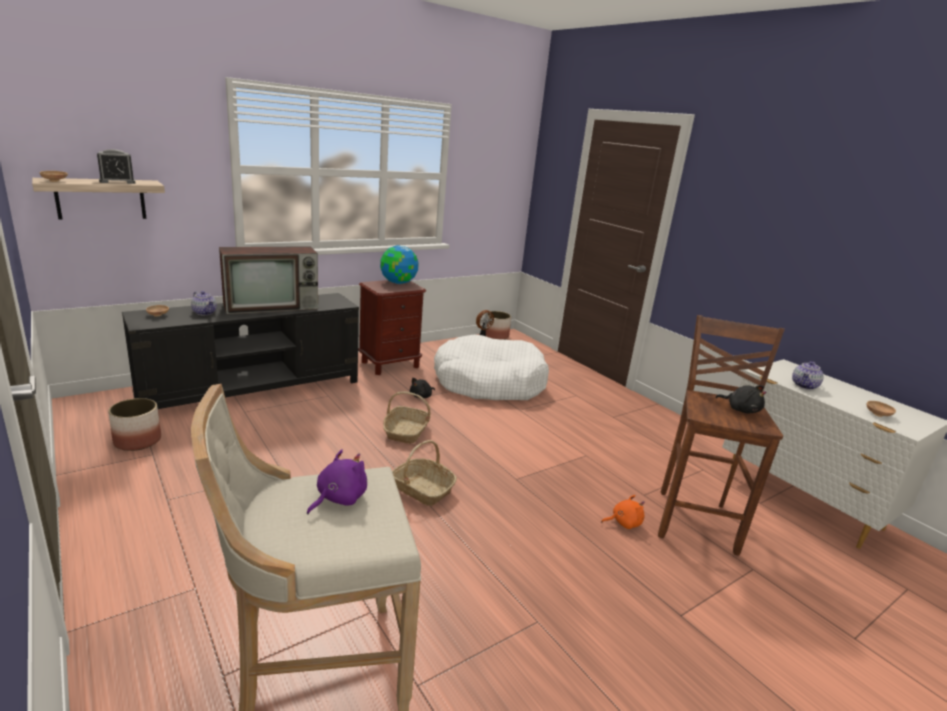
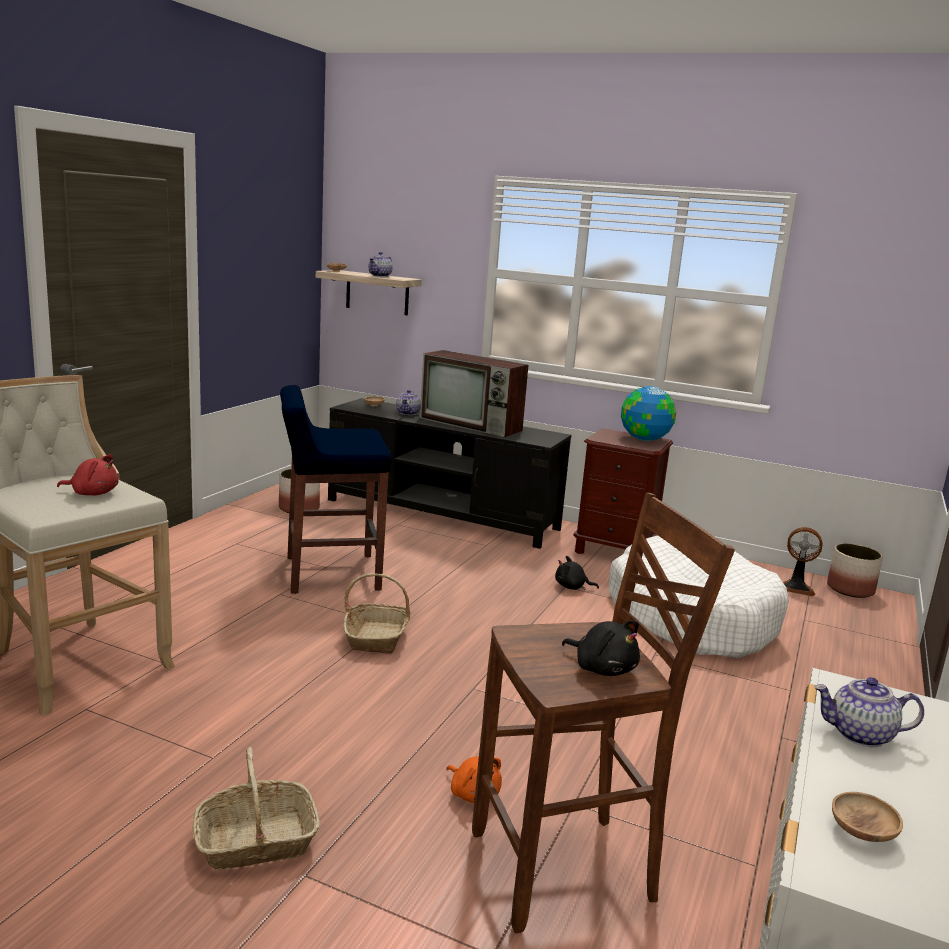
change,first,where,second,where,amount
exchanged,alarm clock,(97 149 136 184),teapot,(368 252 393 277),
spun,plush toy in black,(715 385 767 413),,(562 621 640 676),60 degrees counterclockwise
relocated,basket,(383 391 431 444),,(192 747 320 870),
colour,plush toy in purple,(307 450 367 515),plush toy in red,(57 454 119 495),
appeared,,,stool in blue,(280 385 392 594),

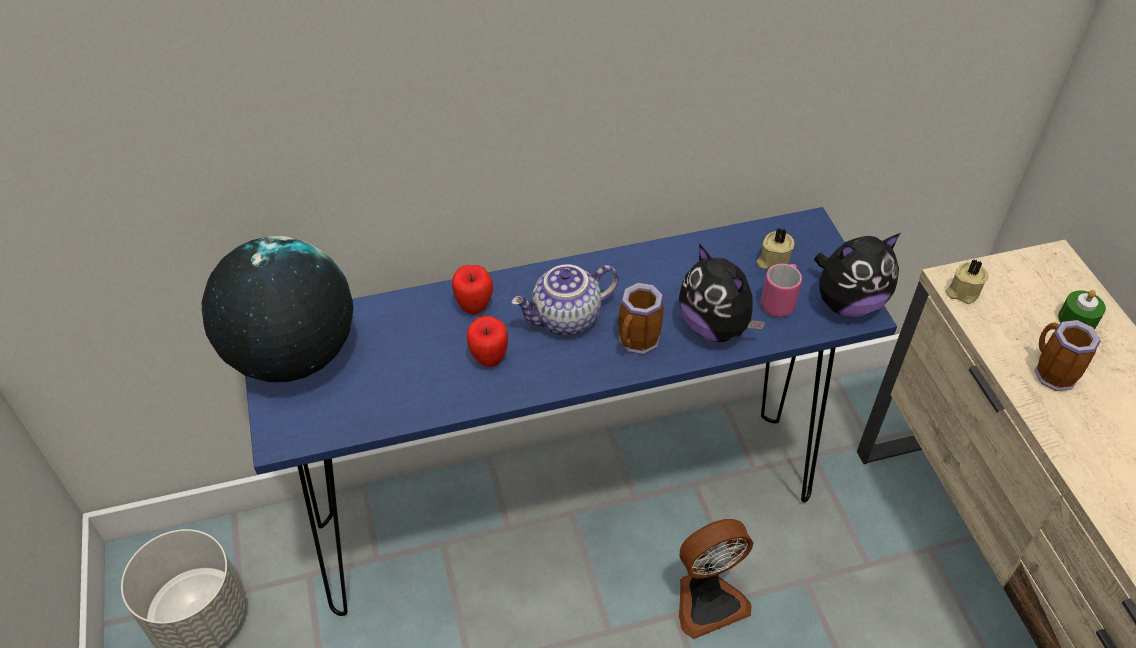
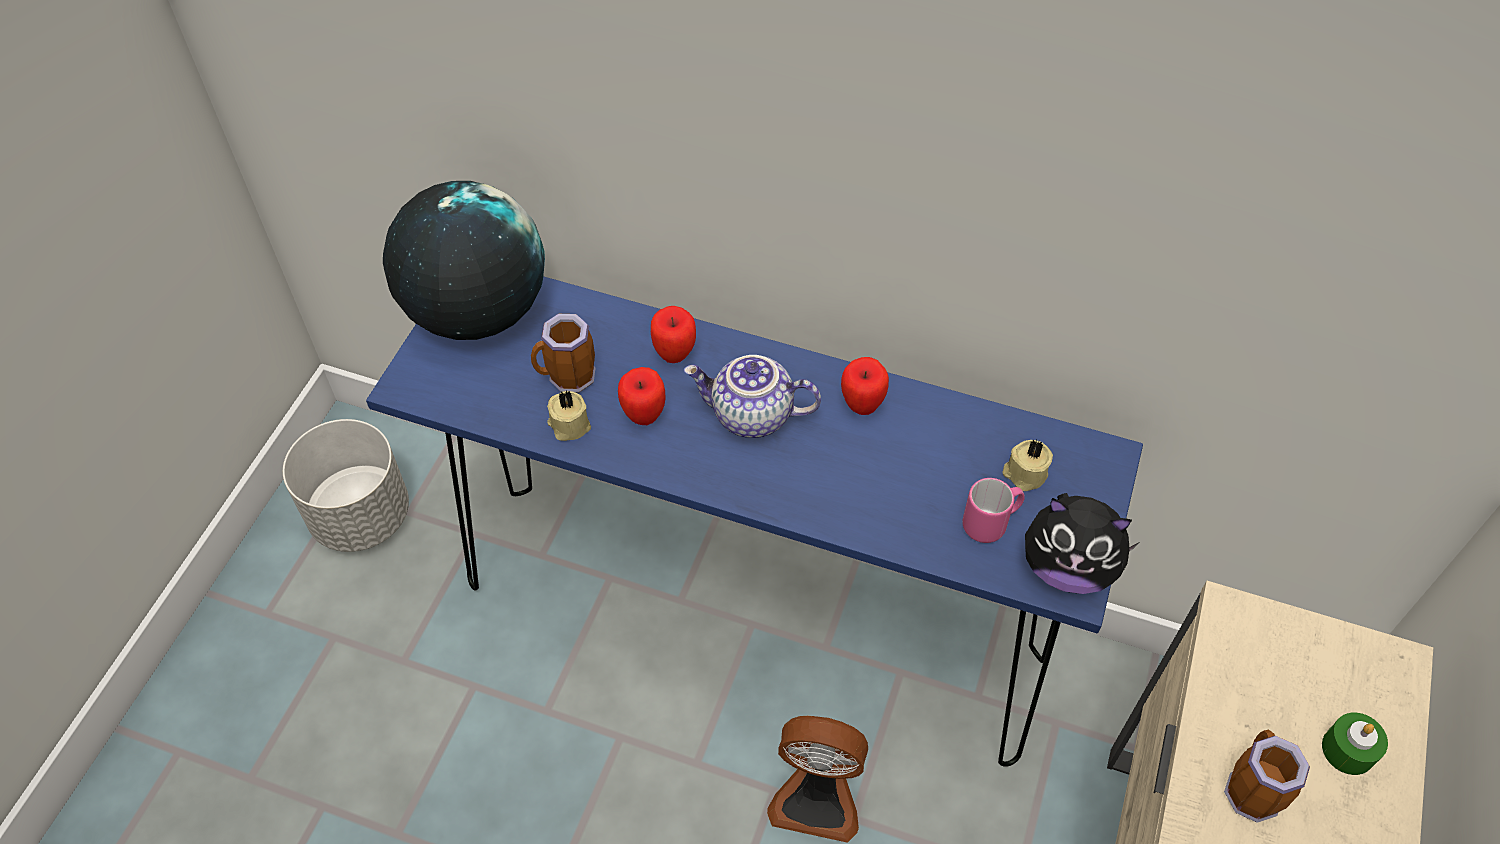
change,first,where,second,where,amount
missing,plush toy,(679 244 766 342),,,
relocated,candle in beige,(945 259 988 304),,(547 390 591 441),
relocated,mug,(618 283 664 355),,(531 314 596 393),
appeared,,,apple,(841 357 889 415),

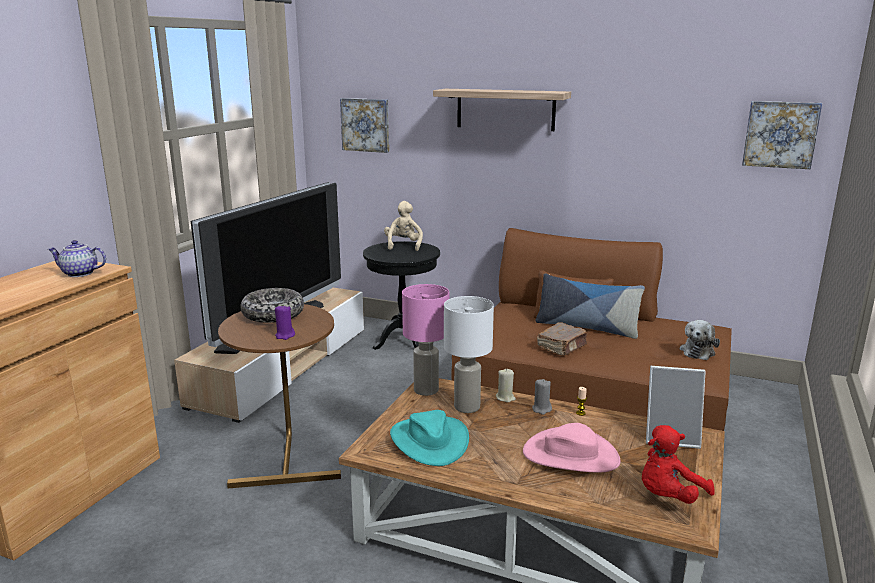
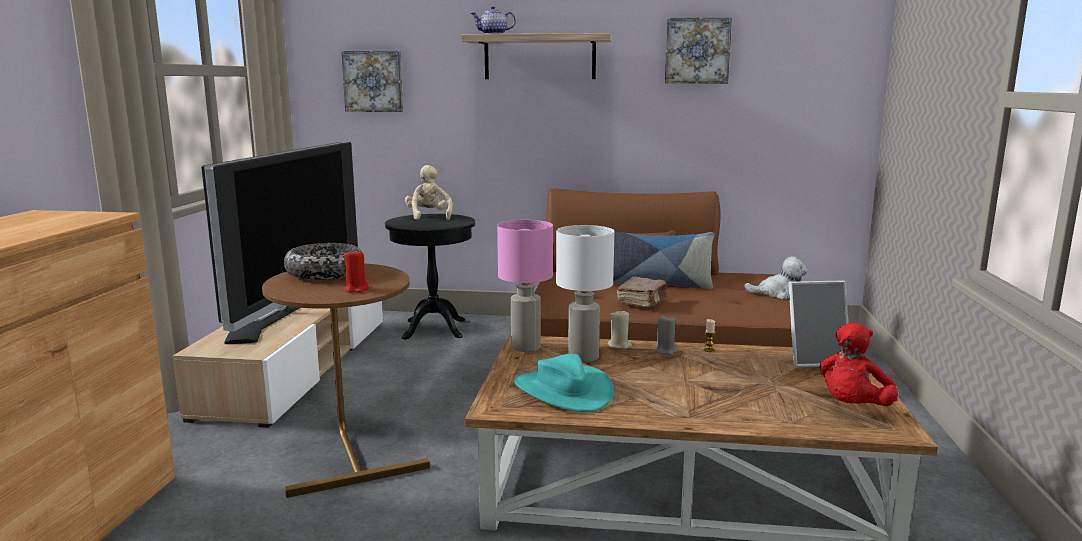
change,first,where,second,where,amount
relocated,picture,(742 101 822 169),,(665 17 732 84),
relocated,teapot,(48 240 106 277),,(470 6 516 34),
colour,candle in purple,(275 306 295 340),candle in red,(344 249 369 293),
spun,plush toy,(680 320 720 360),,(744 256 808 299),90 degrees counterclockwise
missing,hat in pink,(523 423 621 472),,,

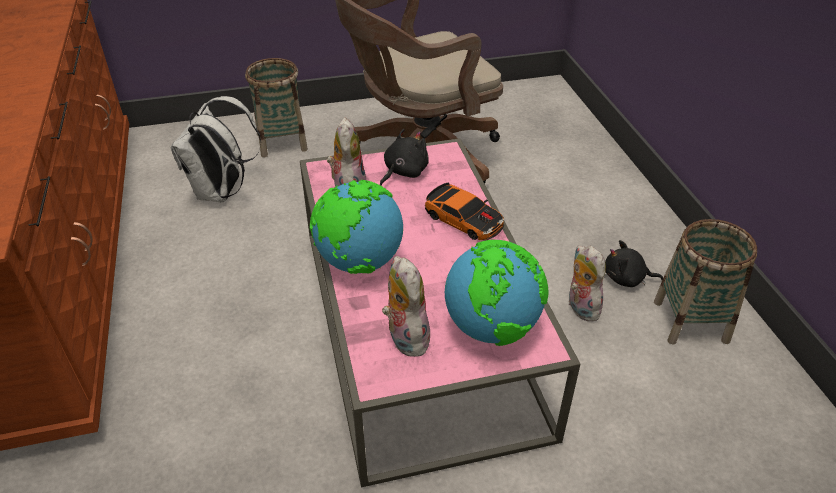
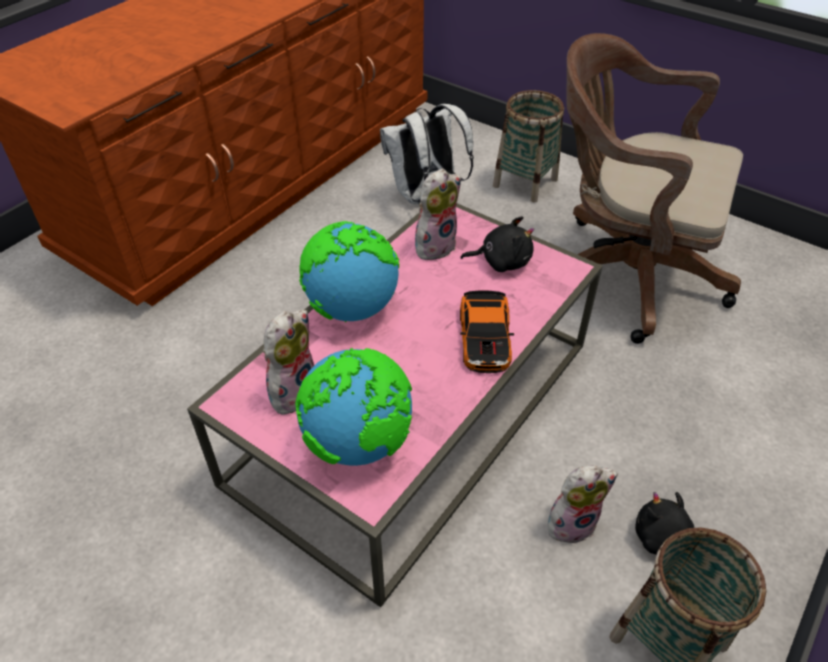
change,first,where,second,where,amount
spun,plush toy,(569 245 606 321),,(548 465 618 544),45 degrees clockwise

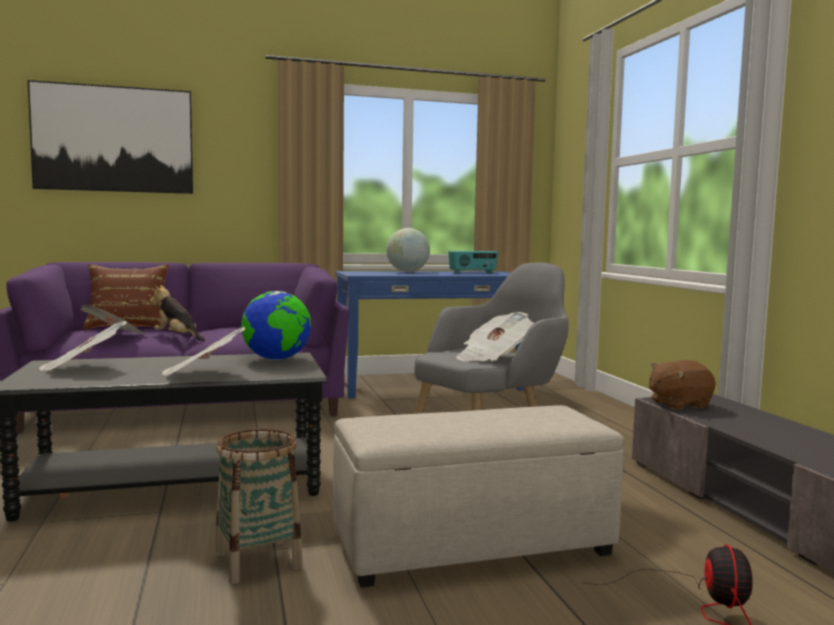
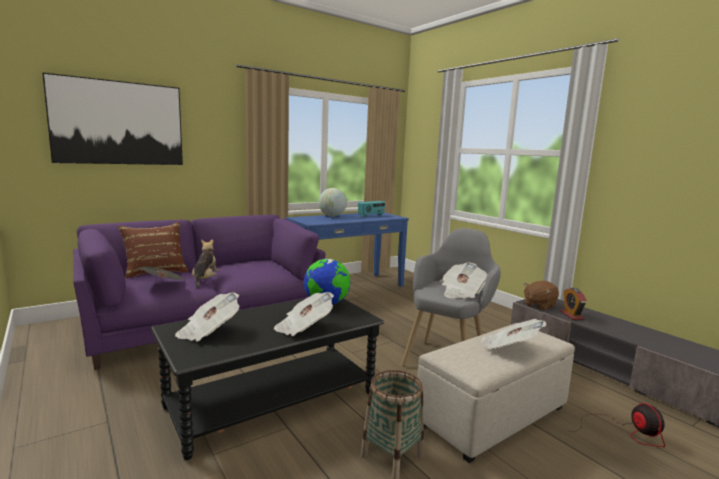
change,first,where,second,where,amount
spun,plush toy,(150 285 205 342),,(192 239 219 289),75 degrees clockwise
appeared,,,alarm clock,(560 288 587 320),
appeared,,,newspaper,(481 319 546 350),

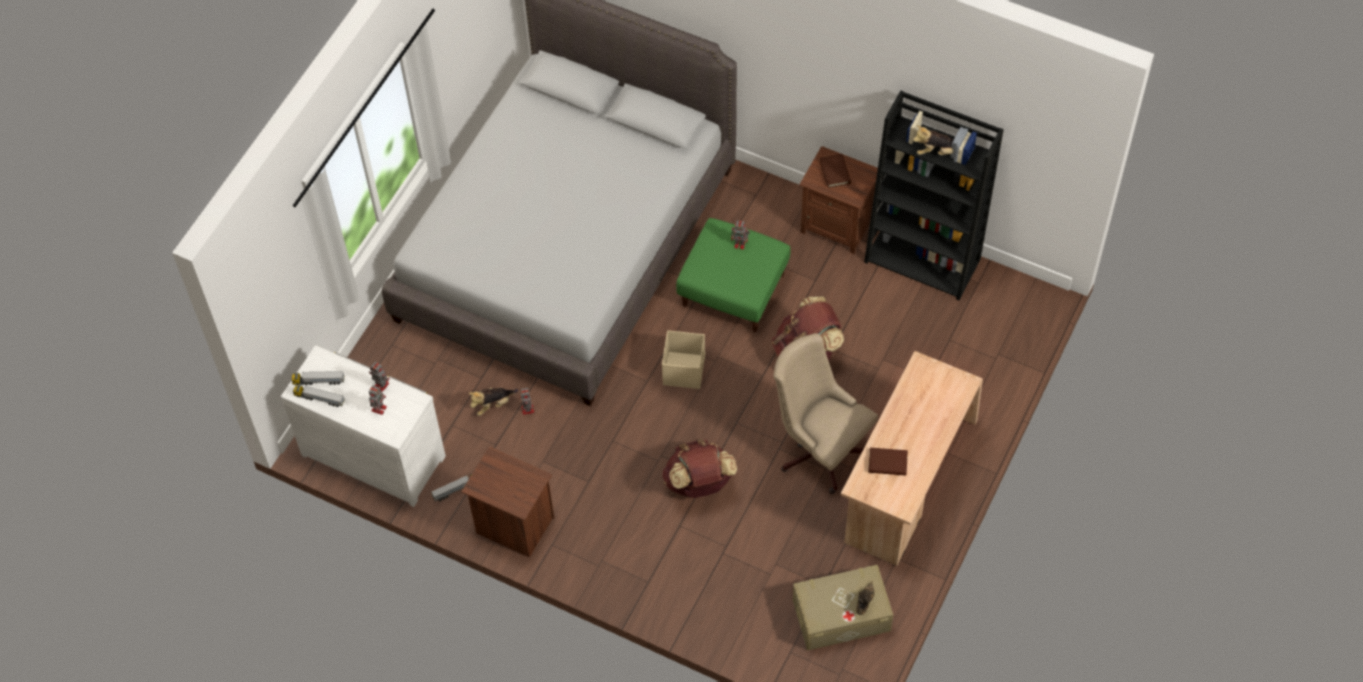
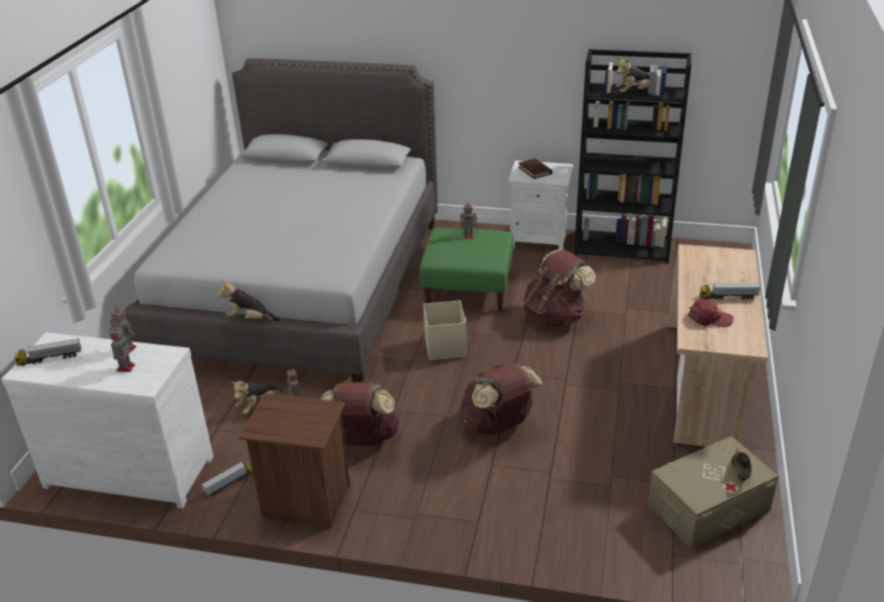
change,first,where,second,where,amount
colour,nightstand in brown,(799 146 878 254),nightstand in white,(508 160 573 250),
missing,office chair in beige,(773 333 878 494),,,
relocated,toy truck,(293 385 344 407),,(700 283 761 300),
exchanged,book in brown,(868 448 908 475),cap in red,(688 299 734 327),
appeared,,,plush toy,(217 279 280 321),
appeared,,,backpack in brown,(320 380 402 446),

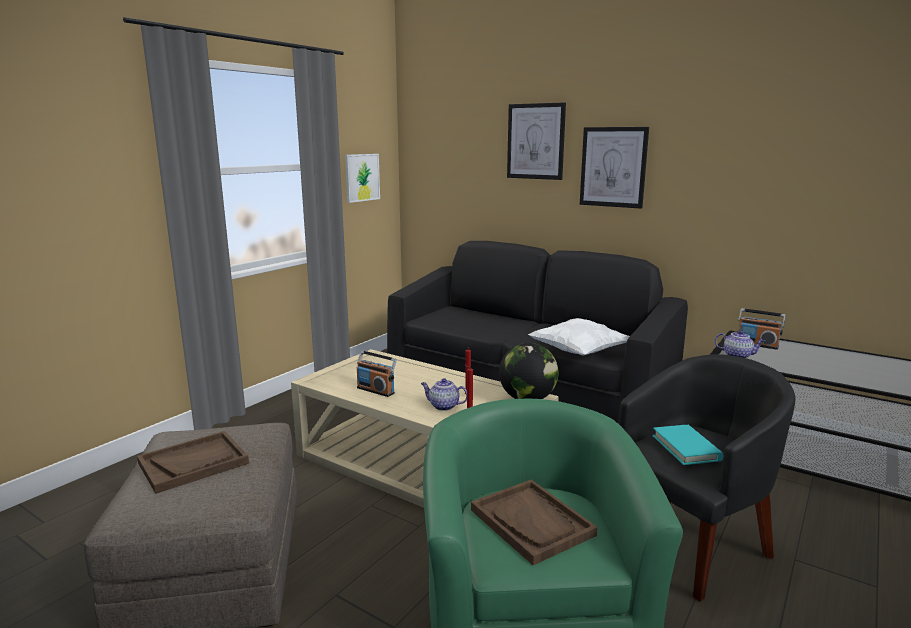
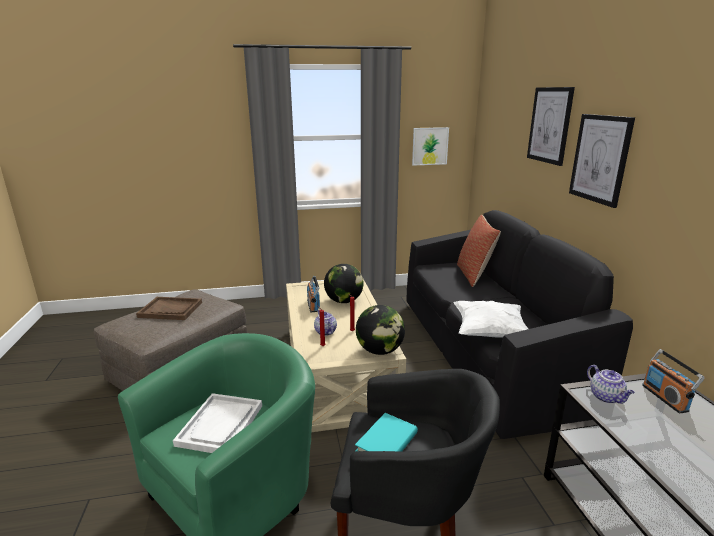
change,first,where,second,where,amount
colour,tray in brown,(471 480 598 565),tray in white,(173 393 262 453),
appeared,,,pillow,(457 215 501 287),
appeared,,,globe,(324 264 364 303),

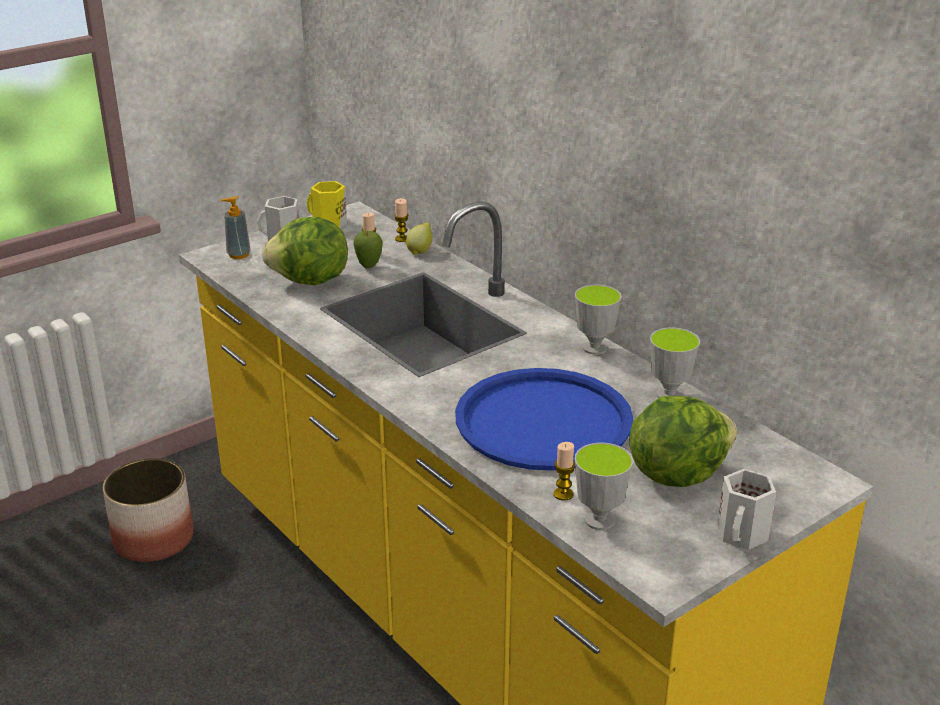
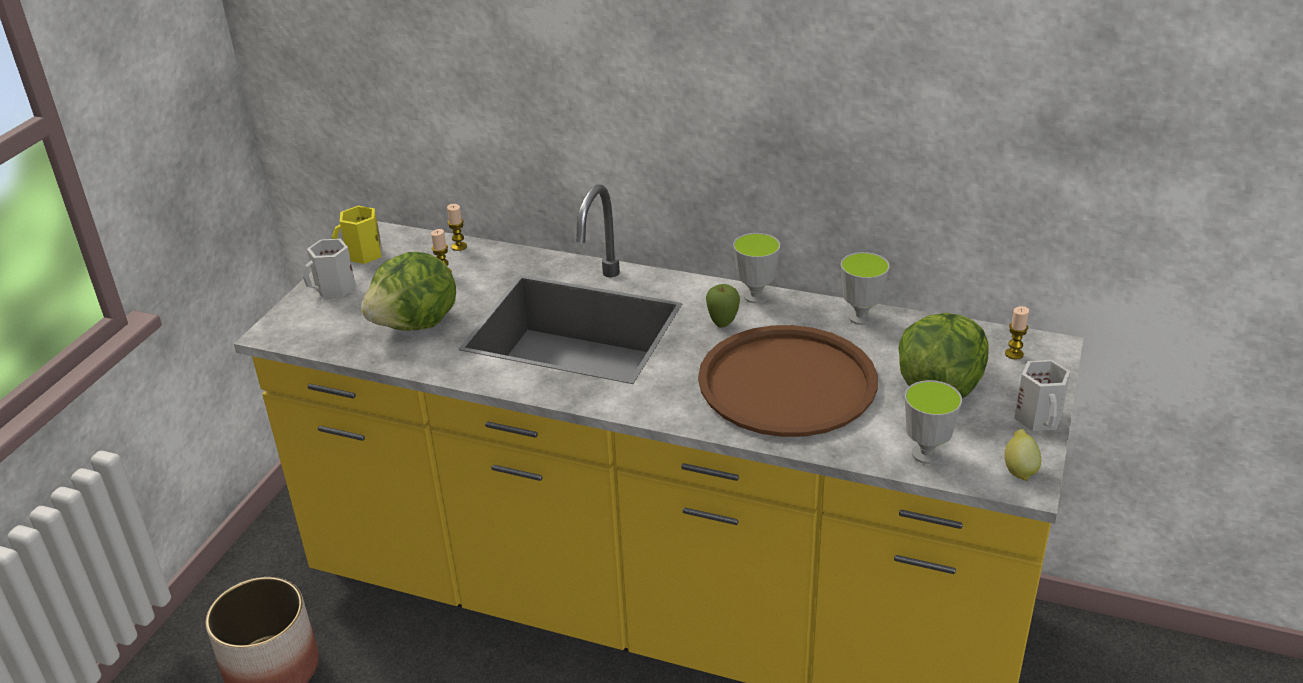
change,first,where,second,where,amount
missing,soap dispenser,(221 196 251 259),,,
relocated,lemon,(406 223 432 255),,(1004 429 1041 481),
relocated,apple,(353 231 383 268),,(706 284 740 327),
colour,tray in blue,(455 368 633 471),tray in brown,(698 325 878 437),
relocated,candle,(554 442 575 501),,(1005 306 1029 360),

